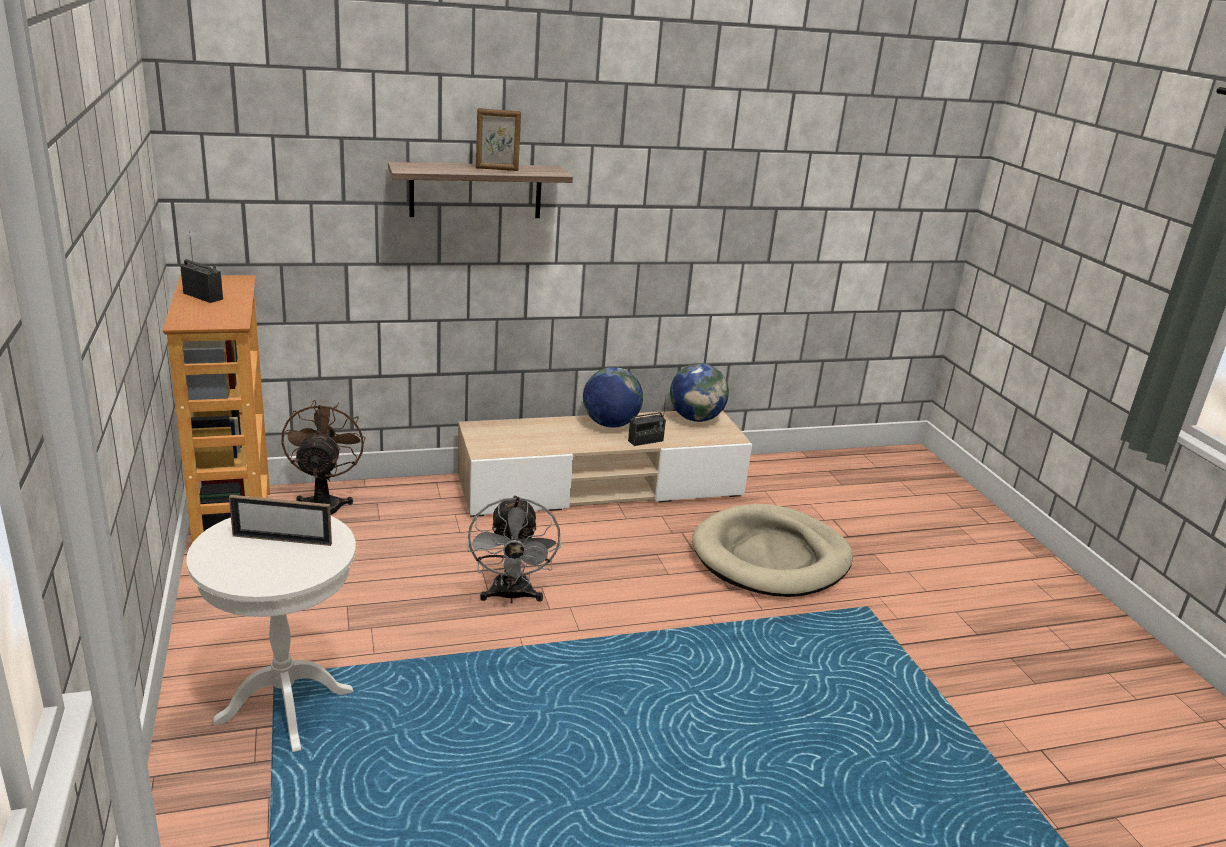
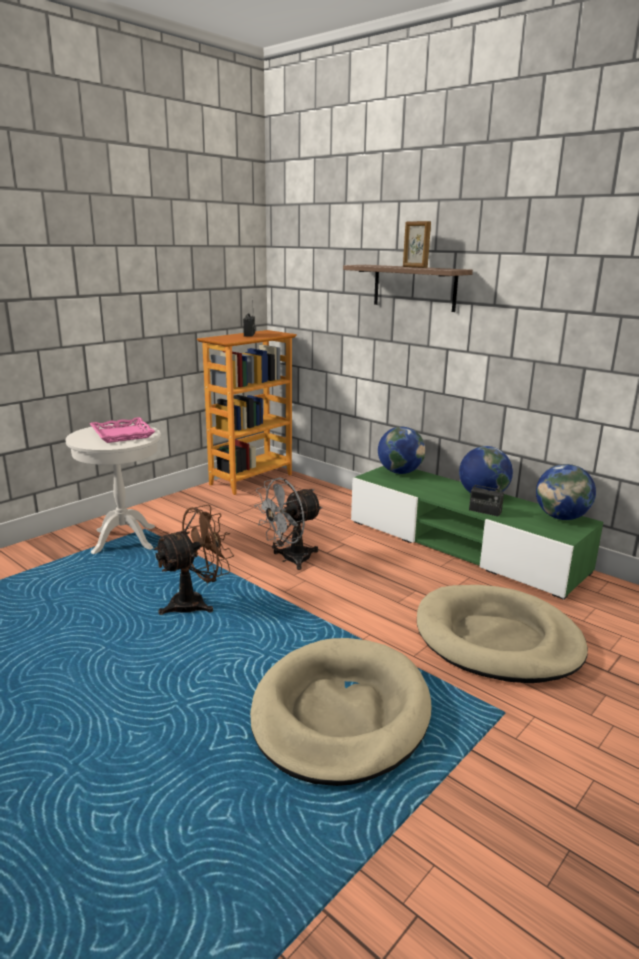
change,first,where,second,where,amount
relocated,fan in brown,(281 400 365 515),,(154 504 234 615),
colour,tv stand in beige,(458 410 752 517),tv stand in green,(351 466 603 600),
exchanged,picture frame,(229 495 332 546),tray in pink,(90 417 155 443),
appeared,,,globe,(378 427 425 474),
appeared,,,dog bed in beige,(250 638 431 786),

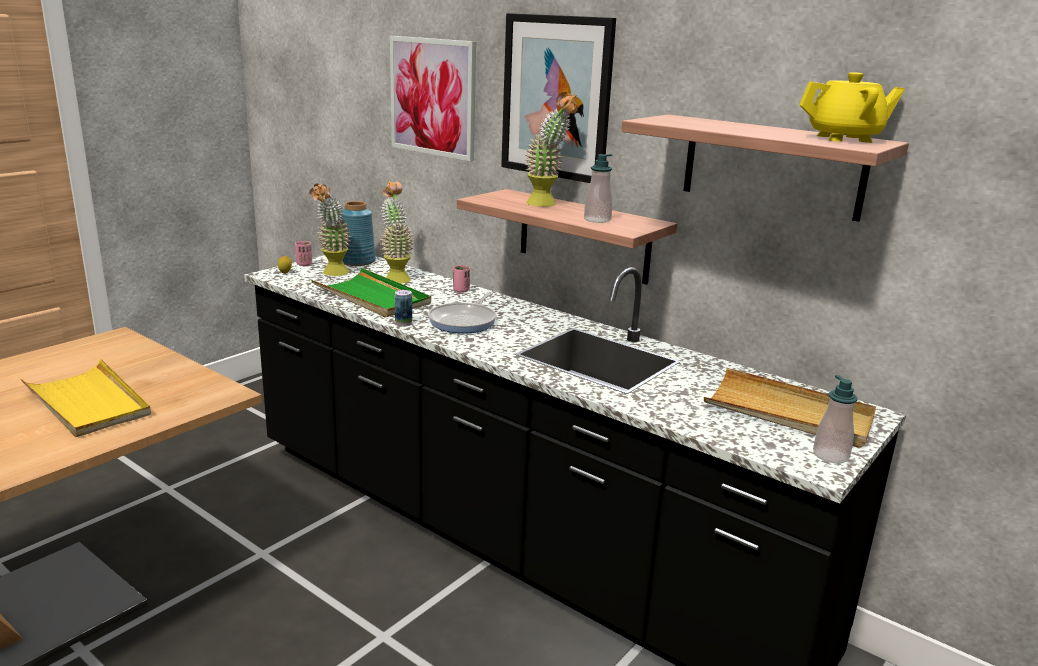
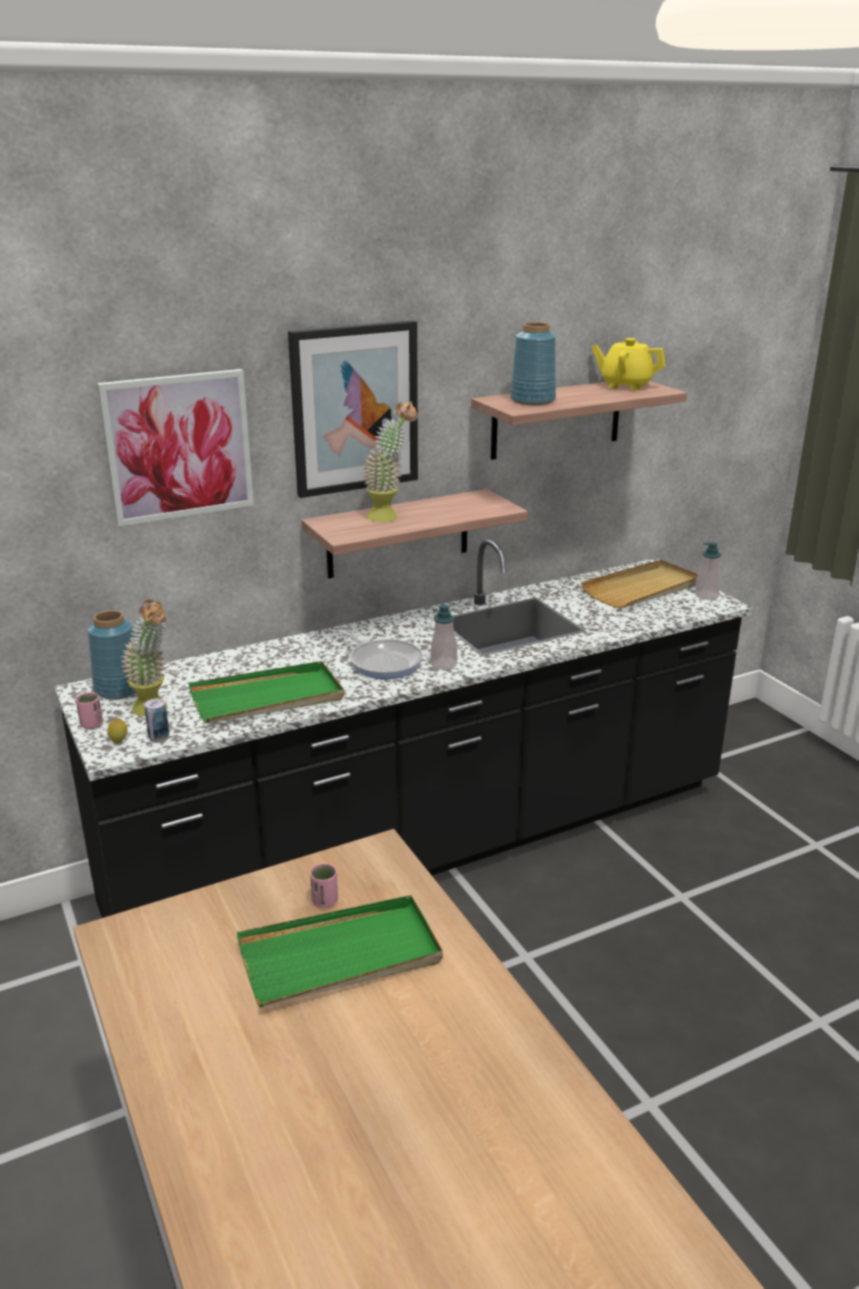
change,first,where,second,where,amount
spun,teapot in yellow,(799 72 905 143),,(592 338 666 391),90 degrees counterclockwise
relocated,soap dispenser,(584 154 612 223),,(430 602 457 670),
missing,potted plant,(379 182 414 284),,,
relocated,cup in pink,(453 265 470 293),,(310 863 338 908),
relocated,can,(395 290 412 327),,(144 699 169 743),
colour,tray in yellow,(20 359 151 437),tray in green,(237 895 443 1007),
appeared,,,vase in blue,(510 322 556 405),

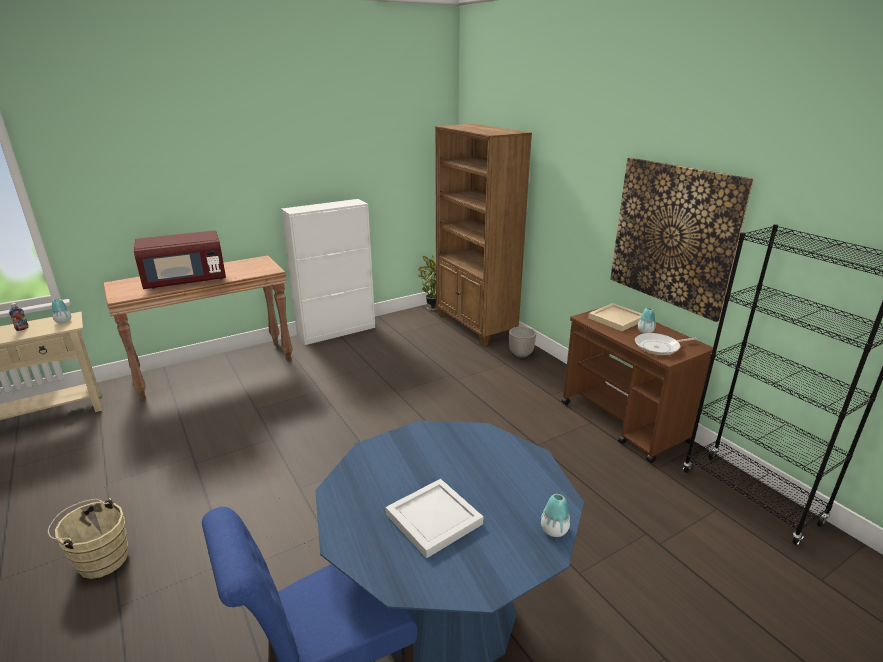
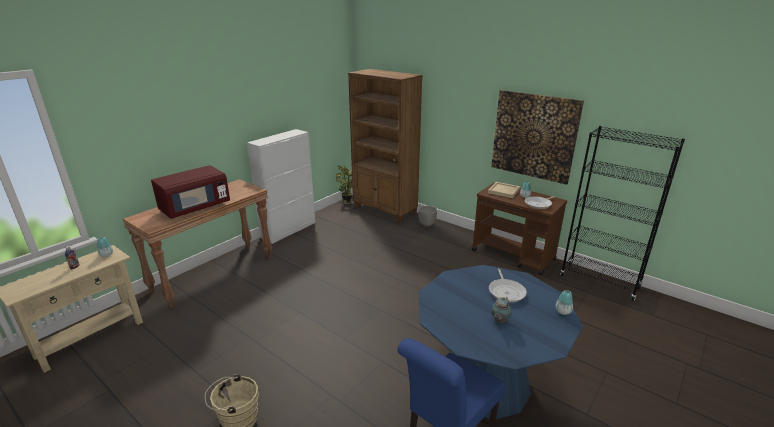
change,first,where,second,where,amount
exchanged,tray in white,(386 479 483 559),teapot,(491 297 512 323),
appeared,,,frying pan,(489 269 527 302),

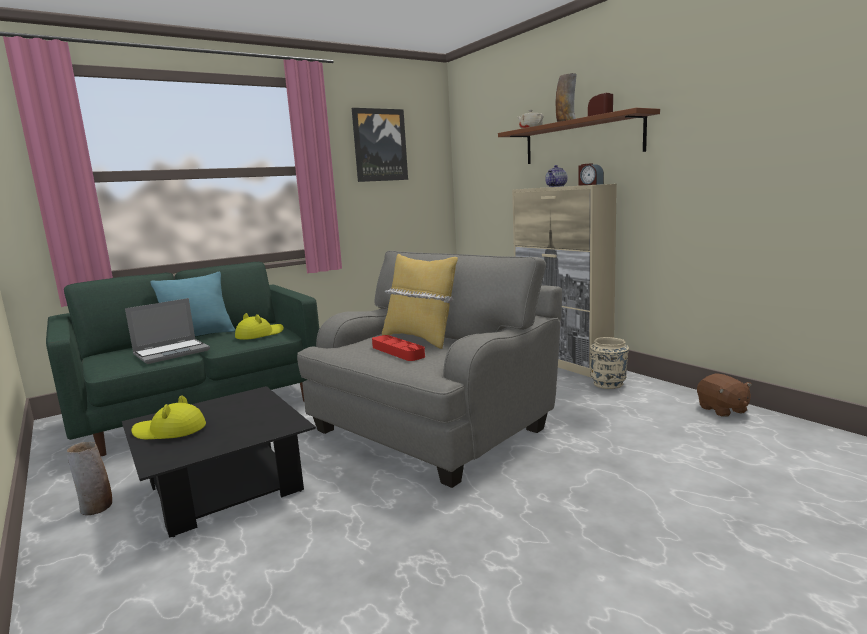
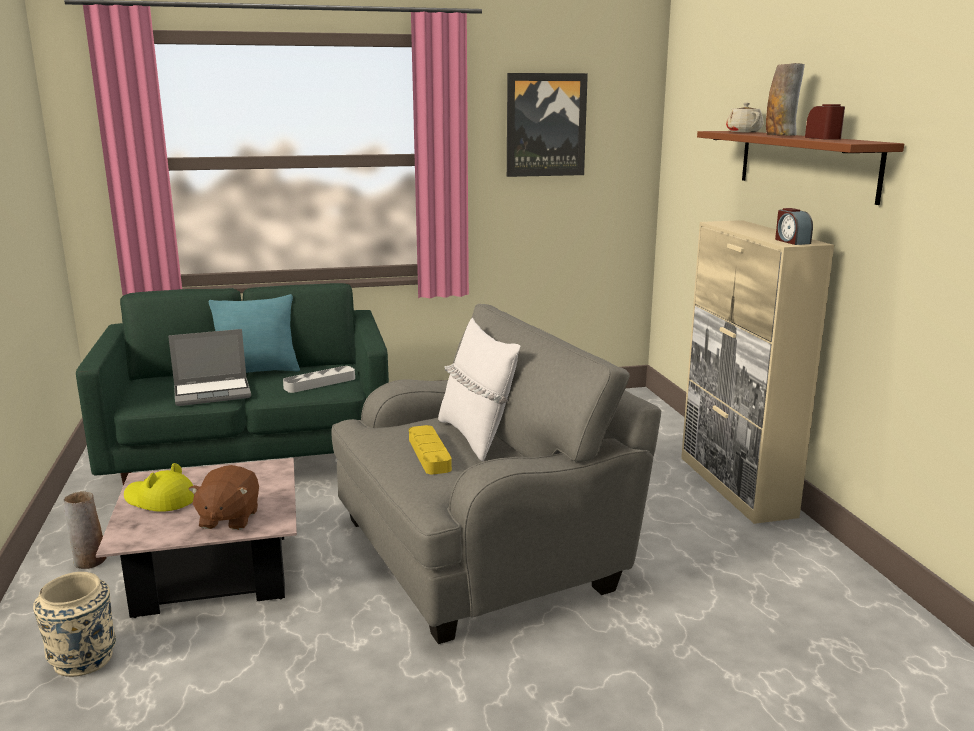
change,first,where,second,where,amount
missing,teapot,(545 165 567 187),,,
colour,pillow in yellow,(382 254 458 349),pillow in white,(438 318 520 461),
exchanged,hat in yellow,(235 313 284 340),tray in grey,(283 366 355 393),
colour,tray in red,(372 335 425 361),tray in yellow,(409 425 452 474),
relocated,vase in beige,(590 337 629 389),,(33 572 116 677),
relocated,plush toy in brown,(697 374 752 417),,(188 465 259 530),
colour,coffee table in black,(122 386 316 538),coffee table in pink,(96 458 297 618),

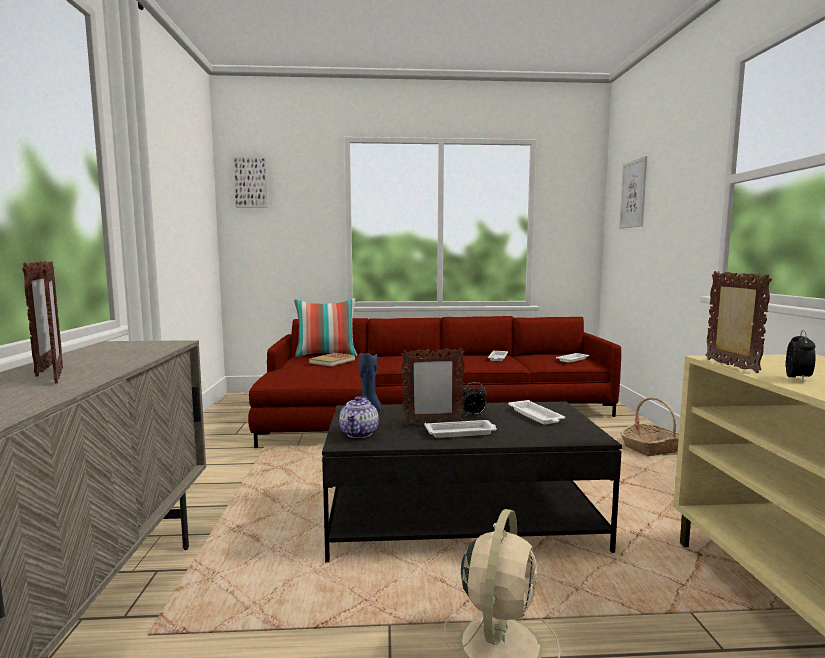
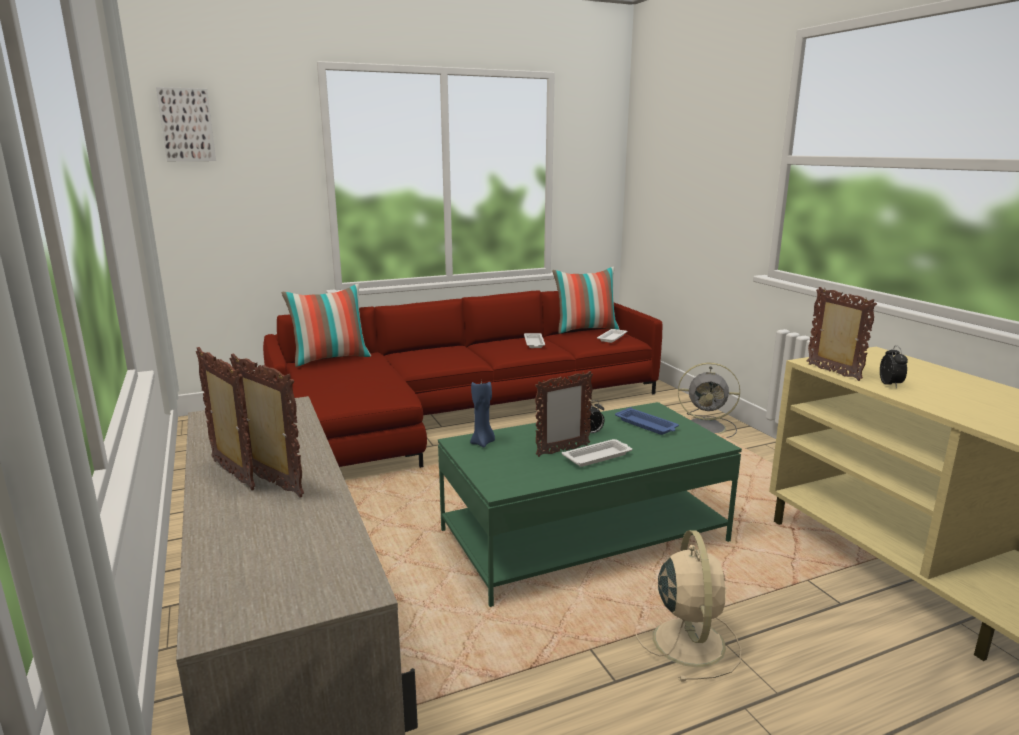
change,first,where,second,where,amount
missing,picture,(619 156 647 229),,,
missing,book,(309 353 355 367),,,
missing,teapot,(339 396 379 438),,,
exchanged,basket,(621 397 679 456),fan in grey,(678 363 740 438),
colour,tray in white,(508 400 565 425),tray in blue,(615 407 679 435),
colour,coffee table in black,(322 402 622 562),coffee table in green,(438 402 742 607),
appeared,,,pillow,(552 267 620 334),

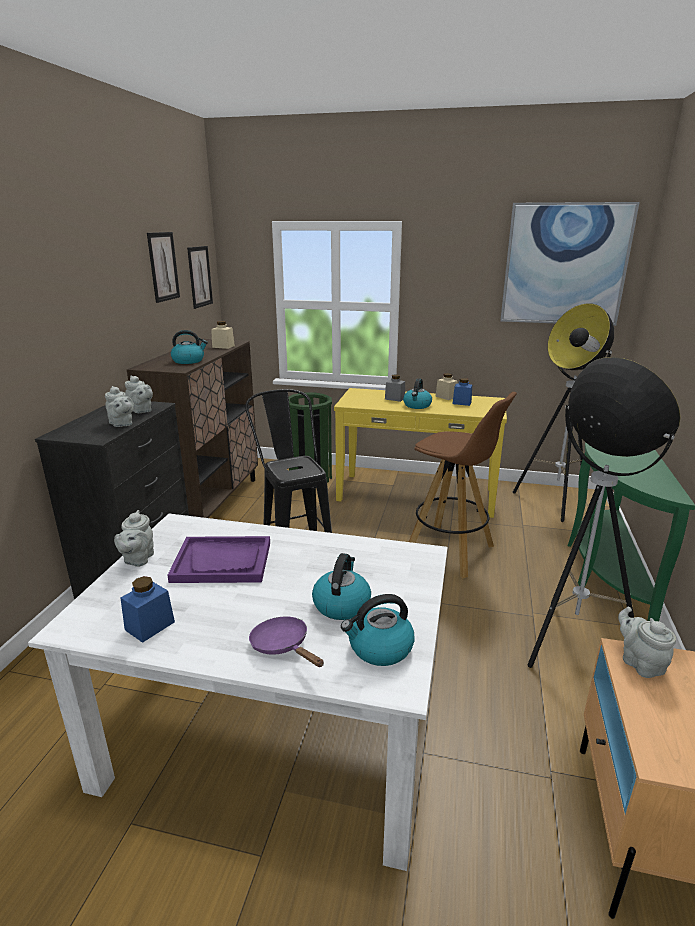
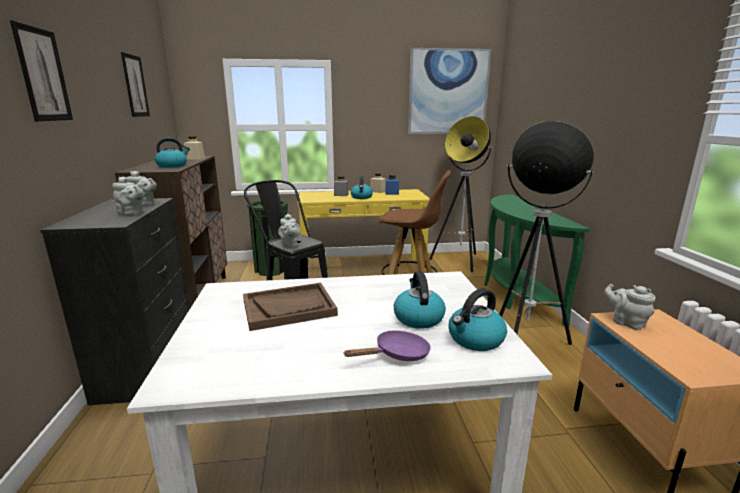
change,first,where,second,where,amount
relocated,picture,(187 246 213 309),,(10 20 73 121),
relocated,teapot in grey,(114 510 154 567),,(278 214 300 247),
colour,tray in purple,(167 536 270 583),tray in brown,(243 283 338 331),
missing,jar in blue,(121 576 175 643),,,
spun,frying pan in purple,(249 616 324 667),,(343 330 431 361),120 degrees clockwise

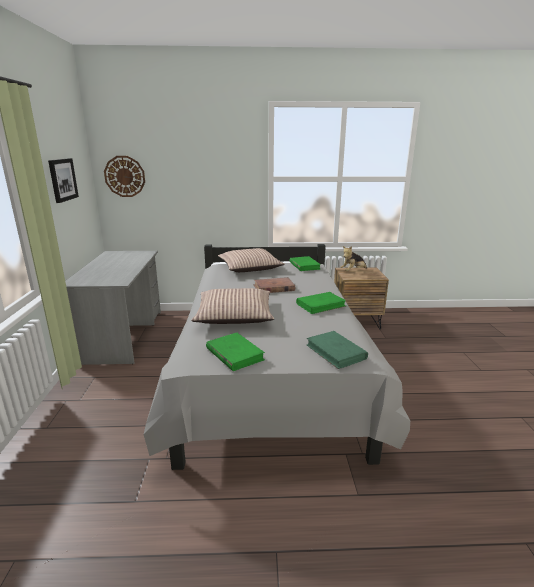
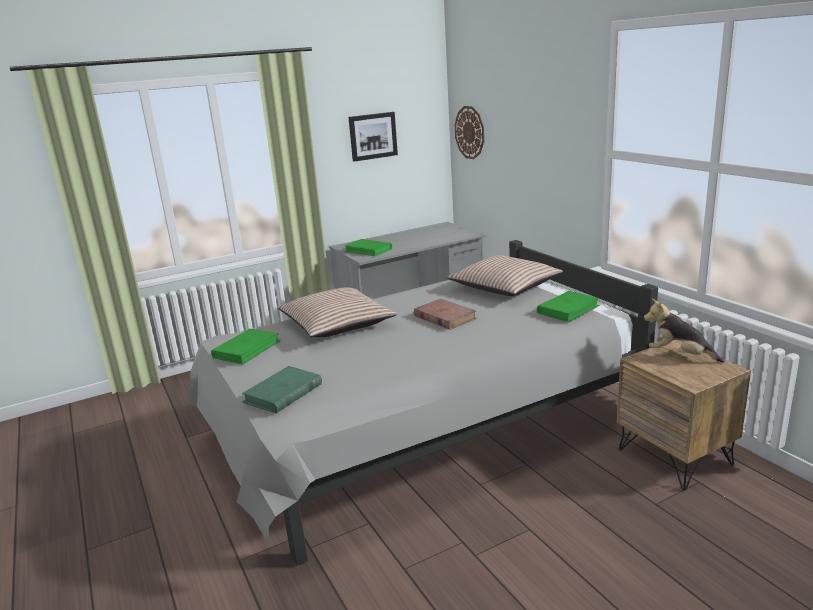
change,first,where,second,where,amount
relocated,book in green,(296 292 346 314),,(345 239 392 256),

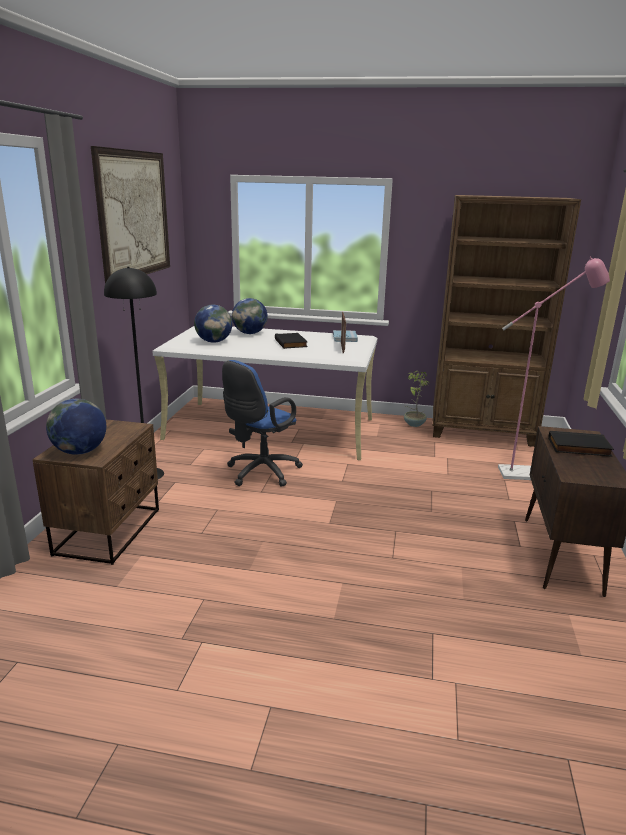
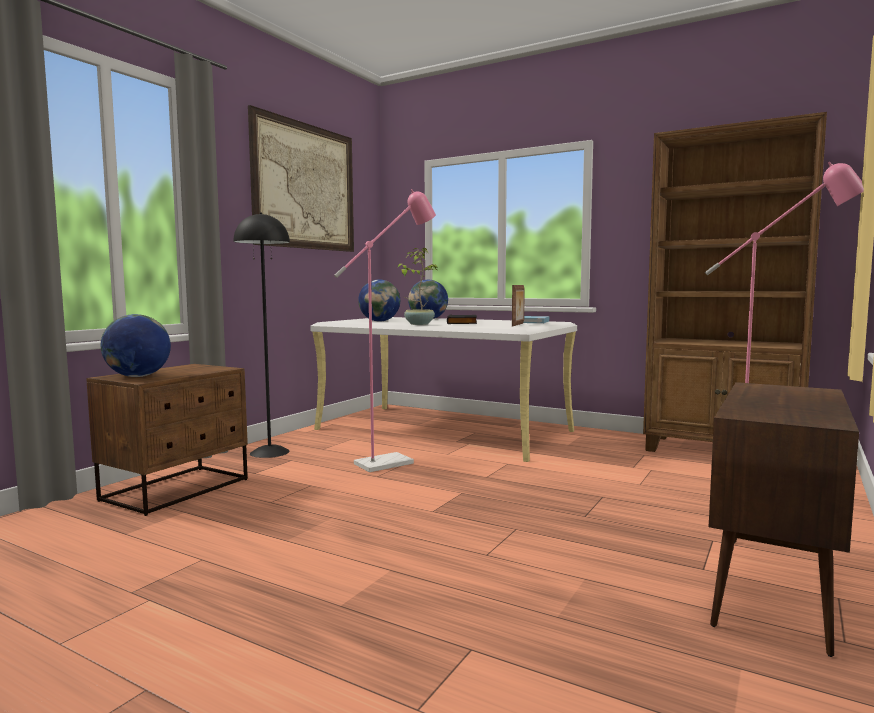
change,first,where,second,where,amount
exchanged,office chair in blue,(222 360 303 487),floor lamp in pink,(334 189 436 472),
relocated,potted plant,(404 371 430 427),,(398 248 438 325),
missing,book in black,(548 431 614 457),,,

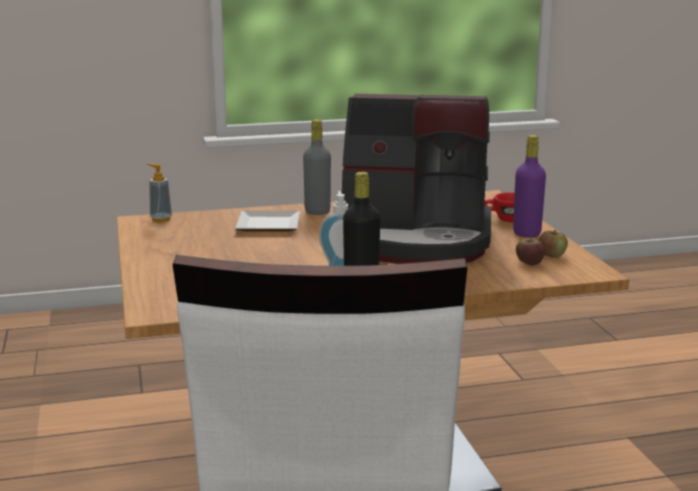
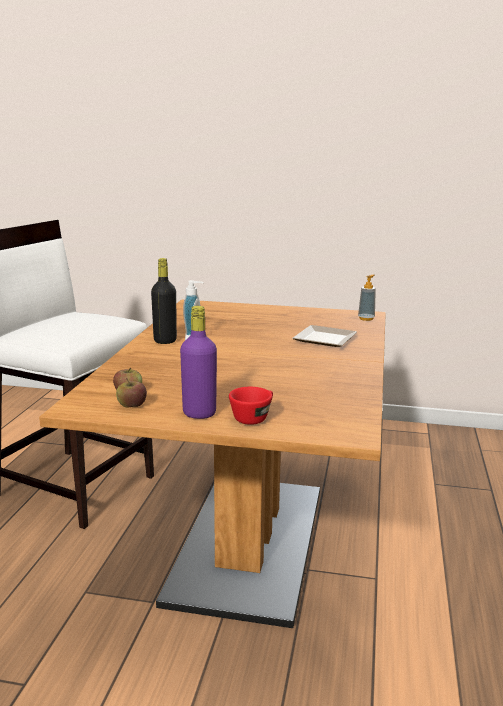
change,first,where,second,where,amount
missing,coffee machine,(342 94 491 264),,,
missing,bottle in grey,(303 119 331 215),,,

